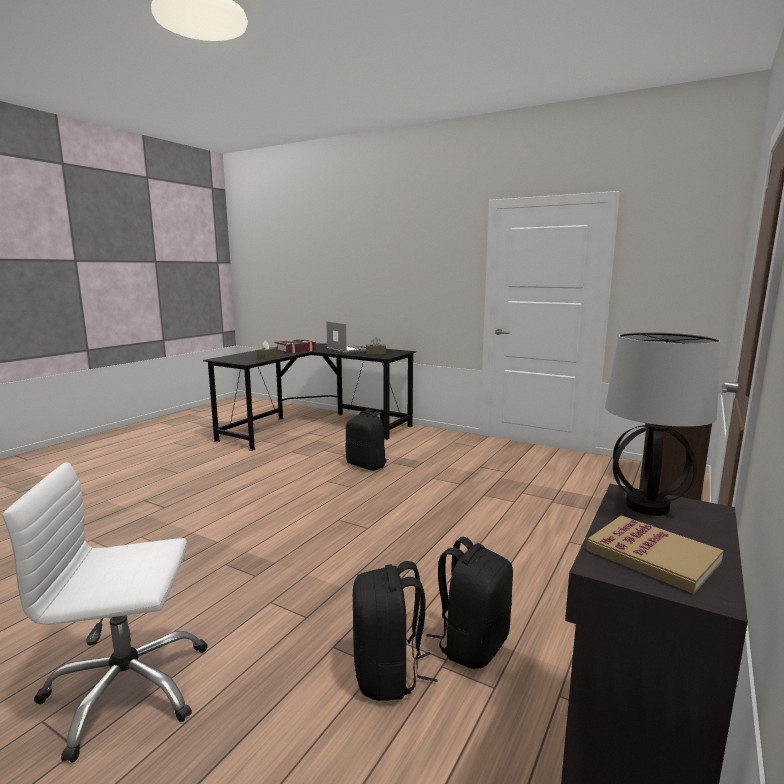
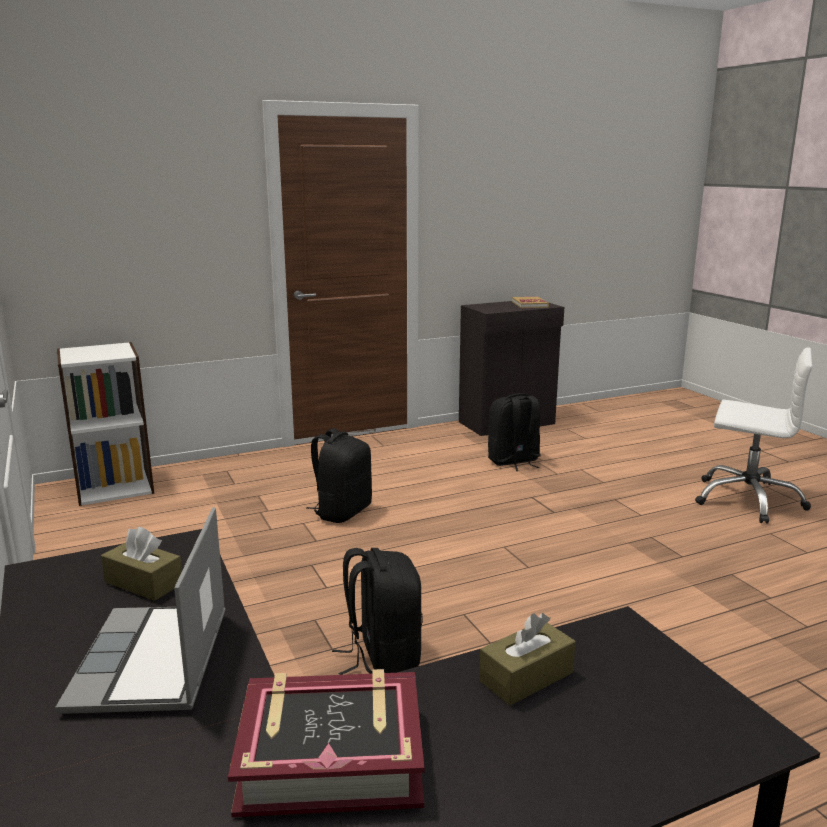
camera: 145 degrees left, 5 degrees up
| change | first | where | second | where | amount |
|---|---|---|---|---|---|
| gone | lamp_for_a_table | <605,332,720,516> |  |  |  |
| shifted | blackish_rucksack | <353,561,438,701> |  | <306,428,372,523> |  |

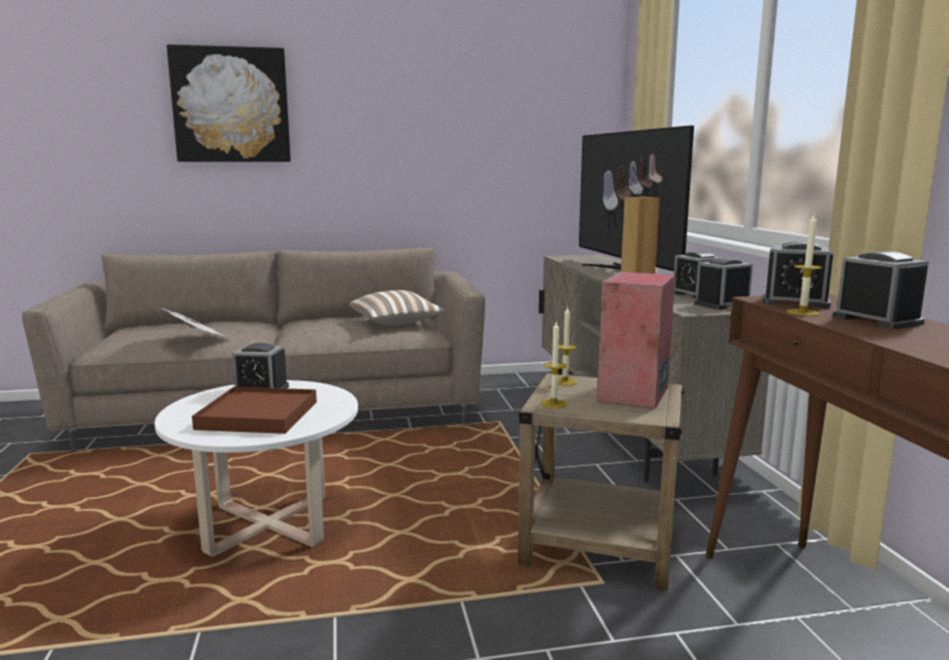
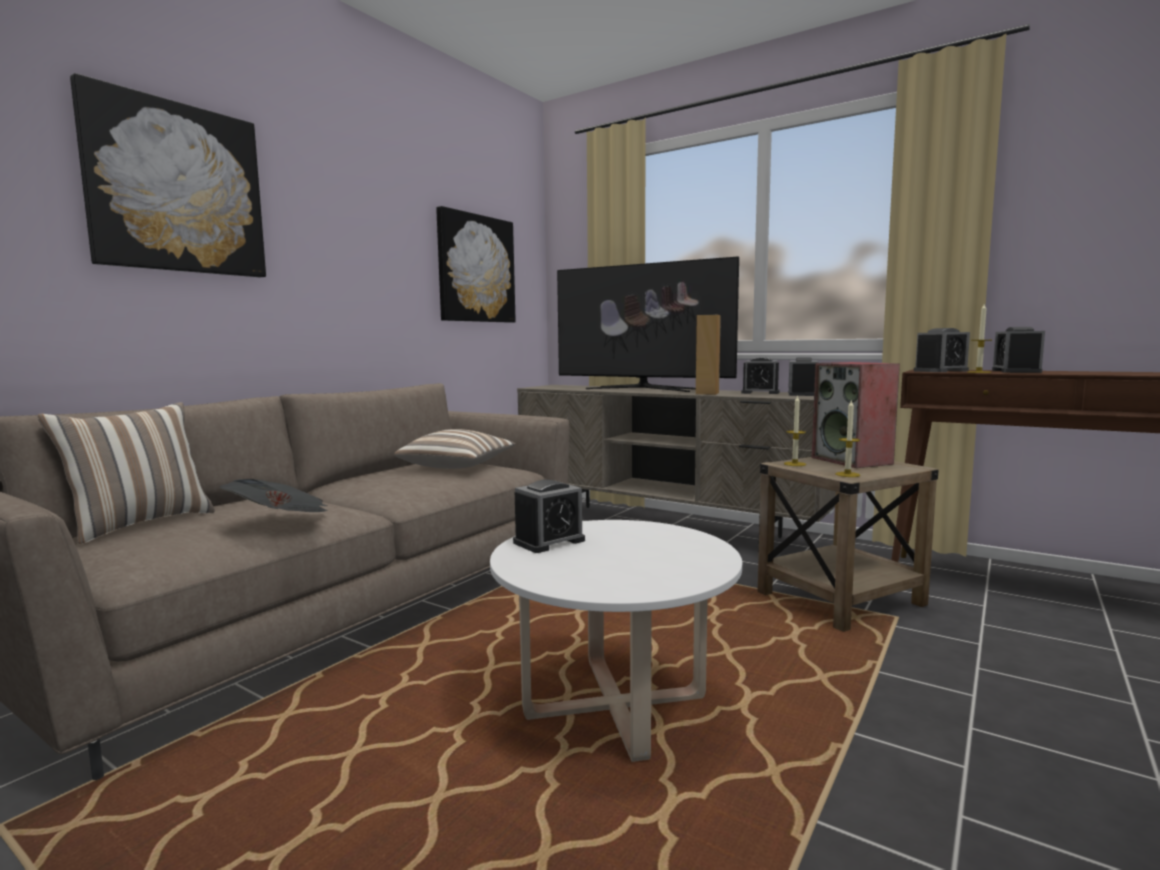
camera: 45 degrees left, 5 degrees down
| change | first | where | second | where | amount |
|---|---|---|---|---|---|
| gone | brown_tray | <192,387,317,434> |  |  |  |
| new |  |  | pillow | <37,402,215,544> |  |
| new |  |  | wall_art | <436,206,516,323> |  |
| rotated | alarm_clock | <833,252,929,329> |  | <992,327,1045,373> | 90 degrees counterclockwise |

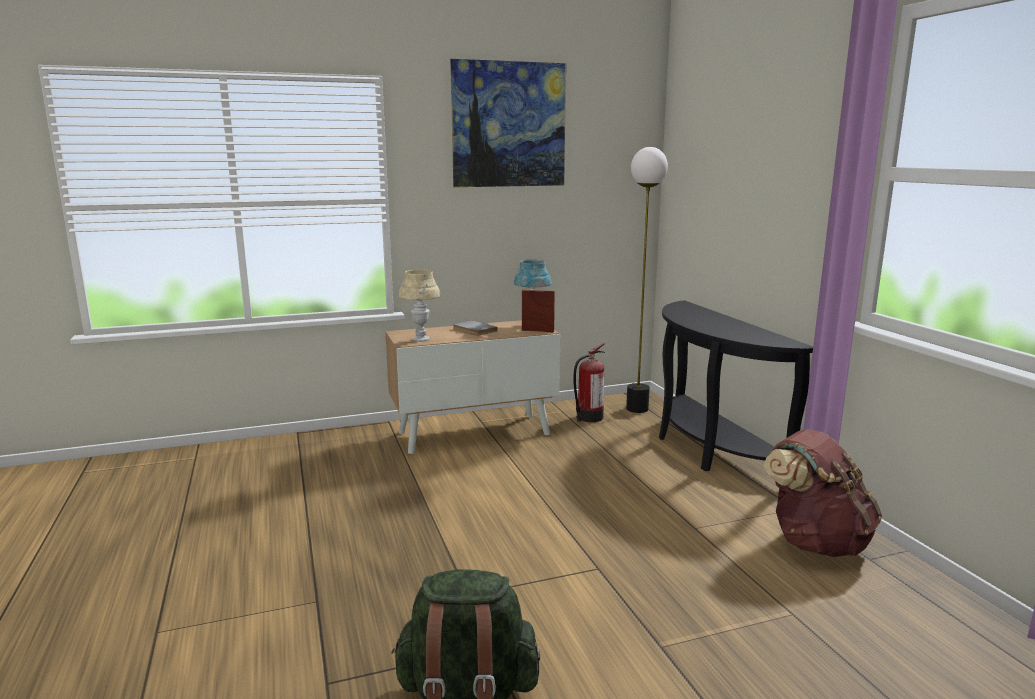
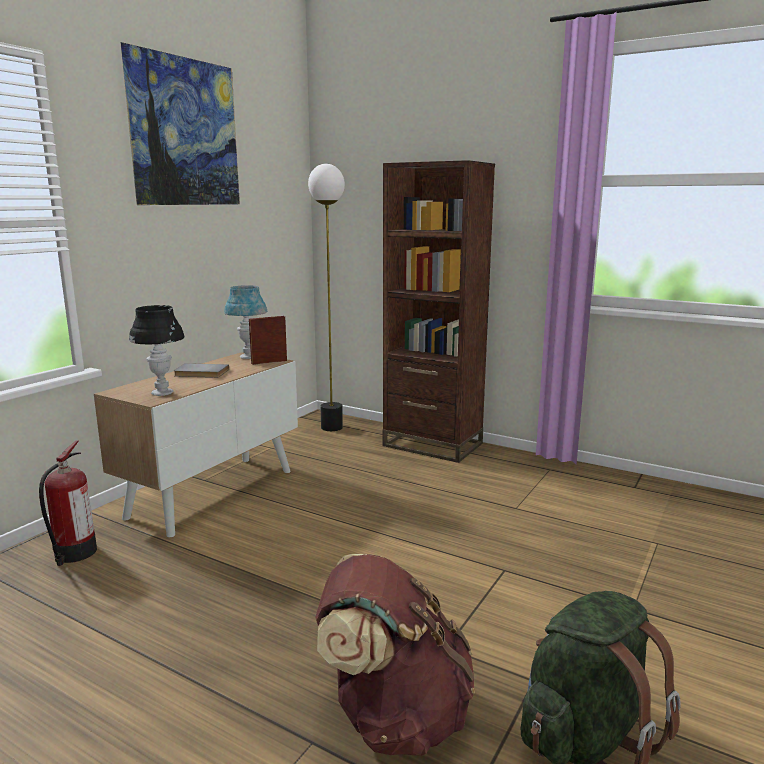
camera: 40 degrees left, 0 degrees up
| change | first | where | second | where | amount |
|---|---|---|---|---|---|
| shifted | fire-fighting_cylinder | <573,343,605,422> |  | <39,440,97,566> |  |
| shifted | brown_rucksack | <763,429,882,557> |  | <315,554,475,756> |  |
| swapped | blackish_narrow_table | <659,300,813,471> | brown_bookshelf | <383,160,495,463> |  |
| repainted | beige_lamp_for_a_table | <399,269,440,341> | blackish_lamp_for_a_table | <129,305,184,396> |  |

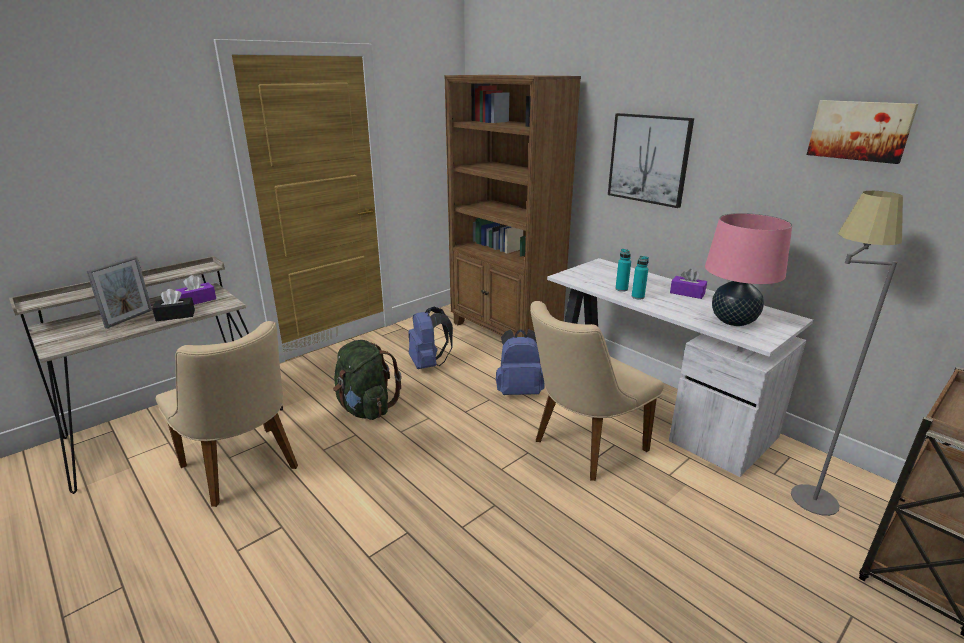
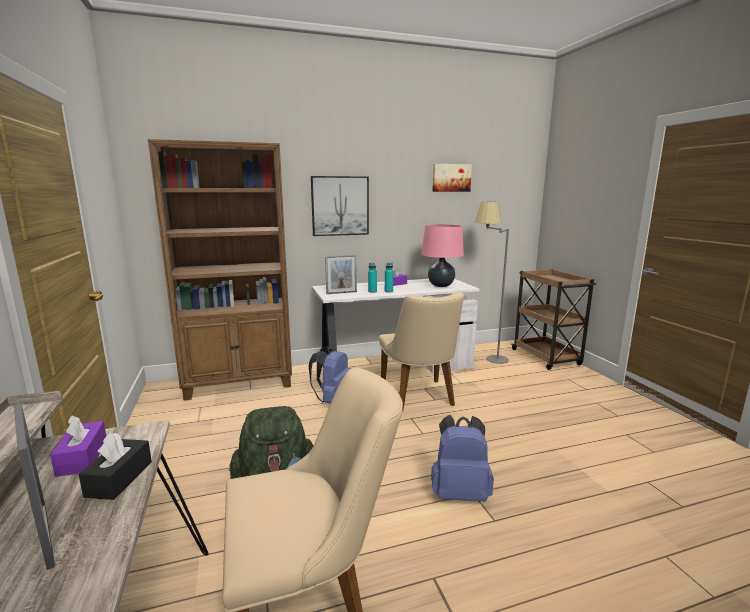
camera: 65 degrees left, 10 degrees down
| change | first | where | second | where | amount |
|---|---|---|---|---|---|
| new |  |  | photo_frame | <325,255,357,294> |  |
| shifted | blue_rucksack | <408,307,453,369> |  | <431,415,494,502> |  |

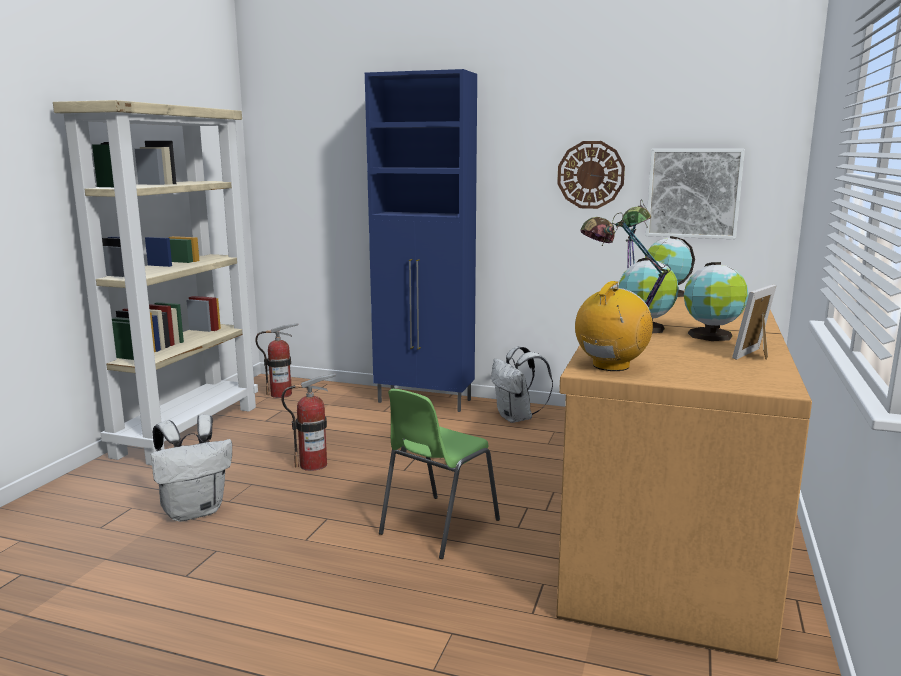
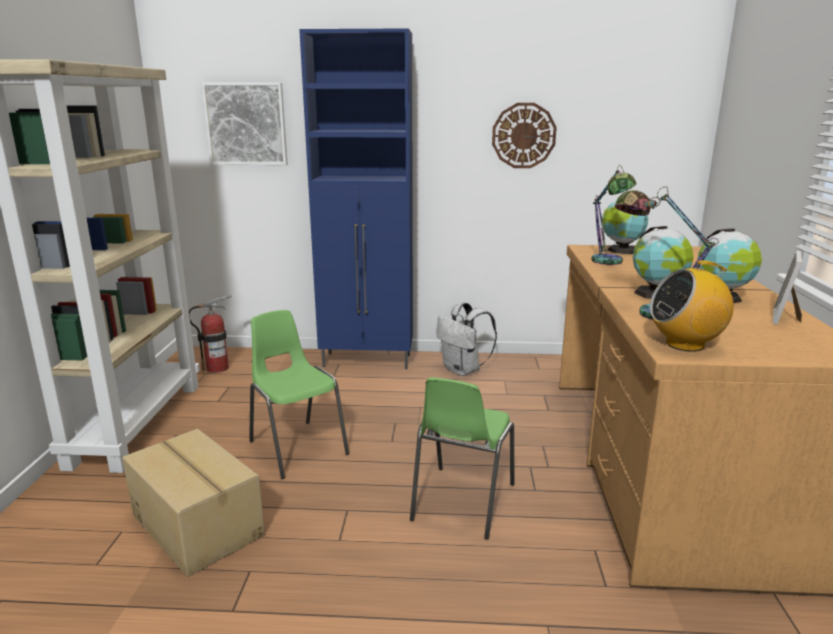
camera: 15 degrees left, 5 degrees up
| change | first | where | second | where | amount |
|---|---|---|---|---|---|
| shifted | wall_art | <646,149,745,239> |  | <201,82,287,165> |  |
| swapped | white_rucksack | <151,414,232,522> | cardboard_box | <122,429,265,577> |  |
| swapped | fire-fighting_cylinder | <281,373,336,471> | green_upright_chair | <249,310,349,479> |  |
| rotated | radio | <575,281,653,371> |  | <650,260,734,352> | 120 degrees counterclockwise |

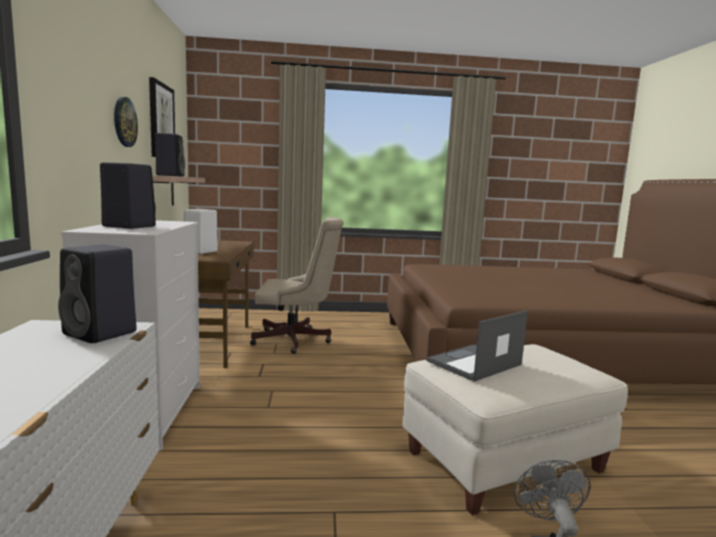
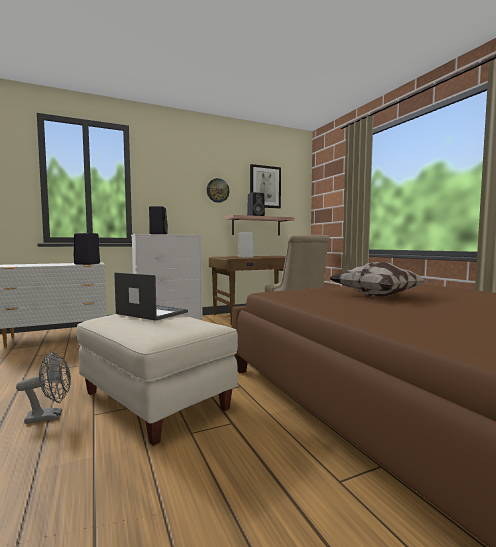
camera: 70 degrees right, 5 degrees down
| change | first | where | second | where | amount |
|---|---|---|---|---|---|
| new |  |  | pillow | <330,262,436,297> |  |

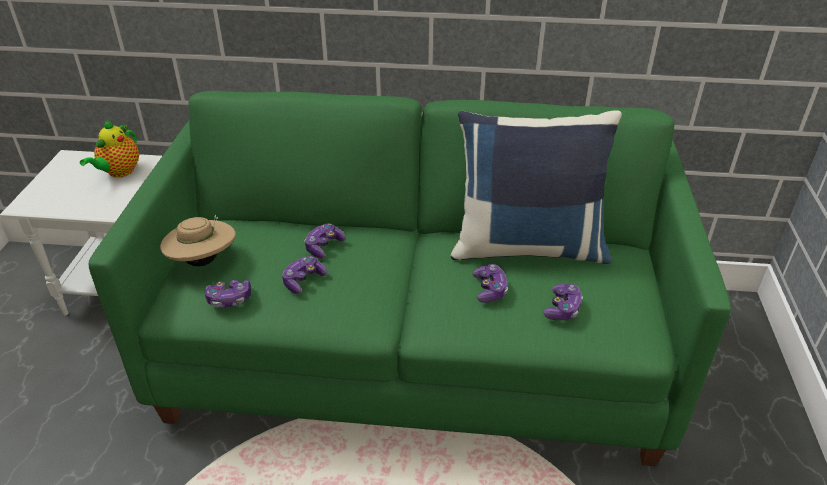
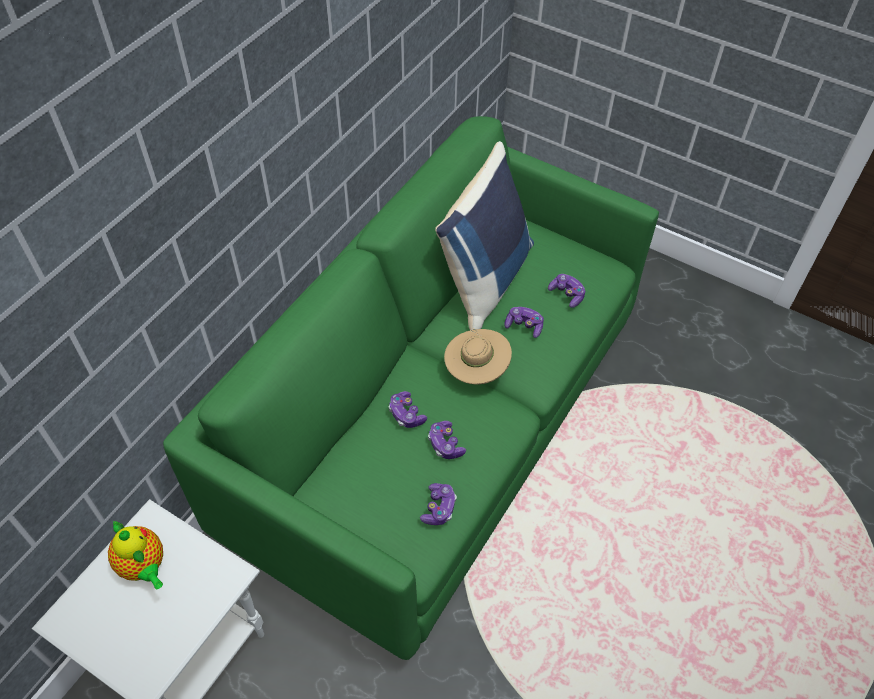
camera: 65 degrees left, 15 degrees up
| change | first | where | second | where | amount |
|---|---|---|---|---|---|
| shifted | beige_clothing_hat | <160,214,236,266> |  | <444,328,512,385> |  |

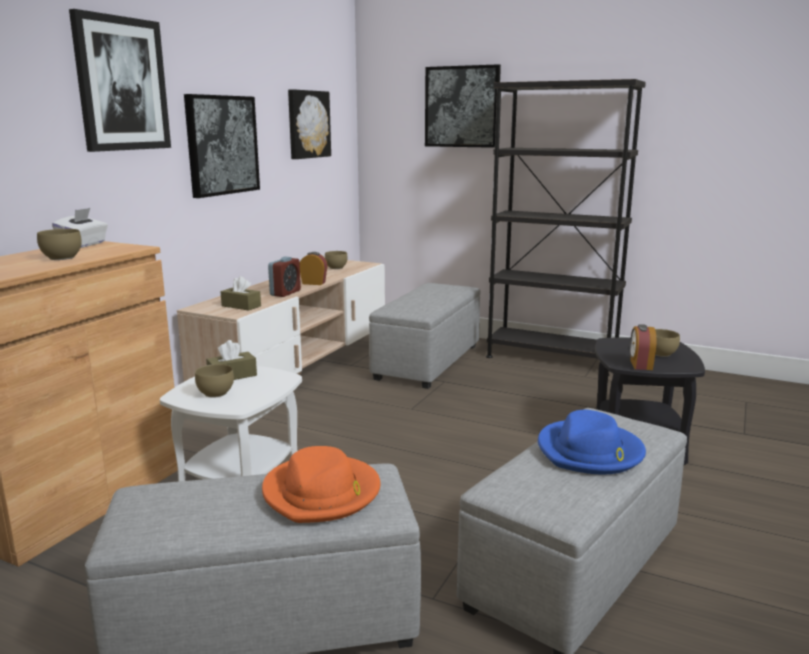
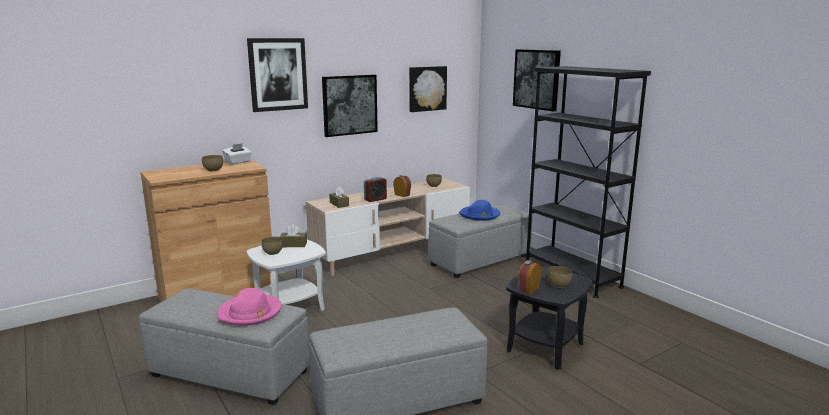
camera: 30 degrees right, 0 degrees up
| change | first | where | second | where | amount |
|---|---|---|---|---|---|
| shifted | blue_clothing_hat | <538,410,646,474> |  | <459,200,500,221> |  |
| repainted | orange-coloured_clothing_hat | <262,446,380,523> | pinkish_clothing_hat | <217,288,282,326> |  |

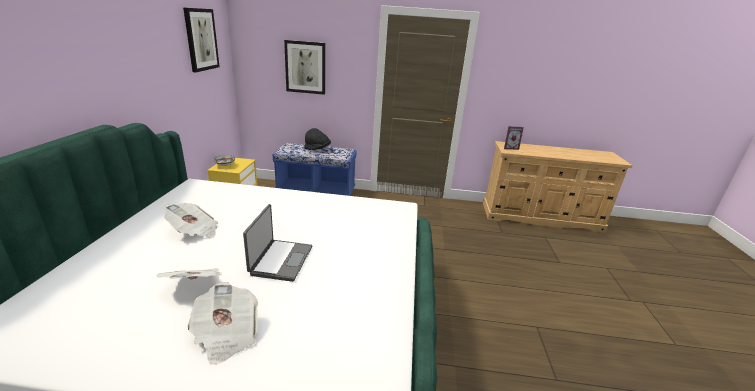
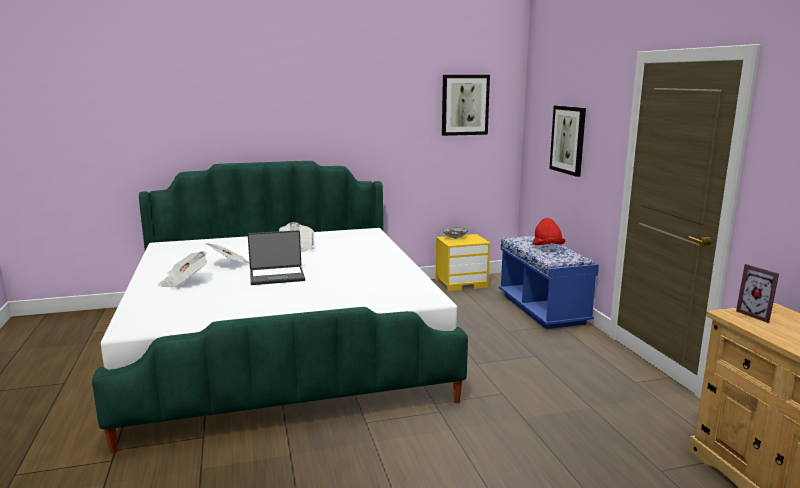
camera: 70 degrees right, 10 degrees down
| change | first | where | second | where | amount |
|---|---|---|---|---|---|
| repainted | blackish_clothing_hat | <304,128,331,150> | reddish_clothing_hat | <533,218,565,245> |  |

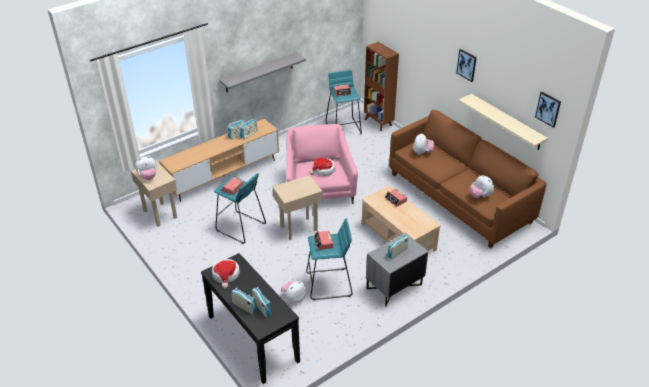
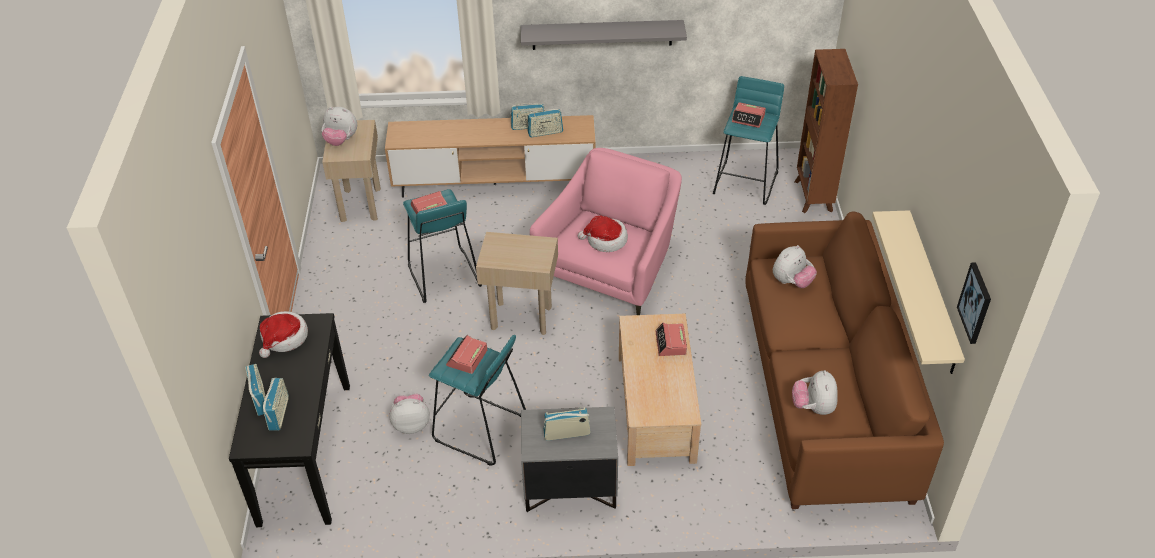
camera: 35 degrees right, 5 degrees up
| change | first | where | second | where | amount |
|---|---|---|---|---|---|
| gone | wall_art | <456,49,477,82> |  |  |  |

